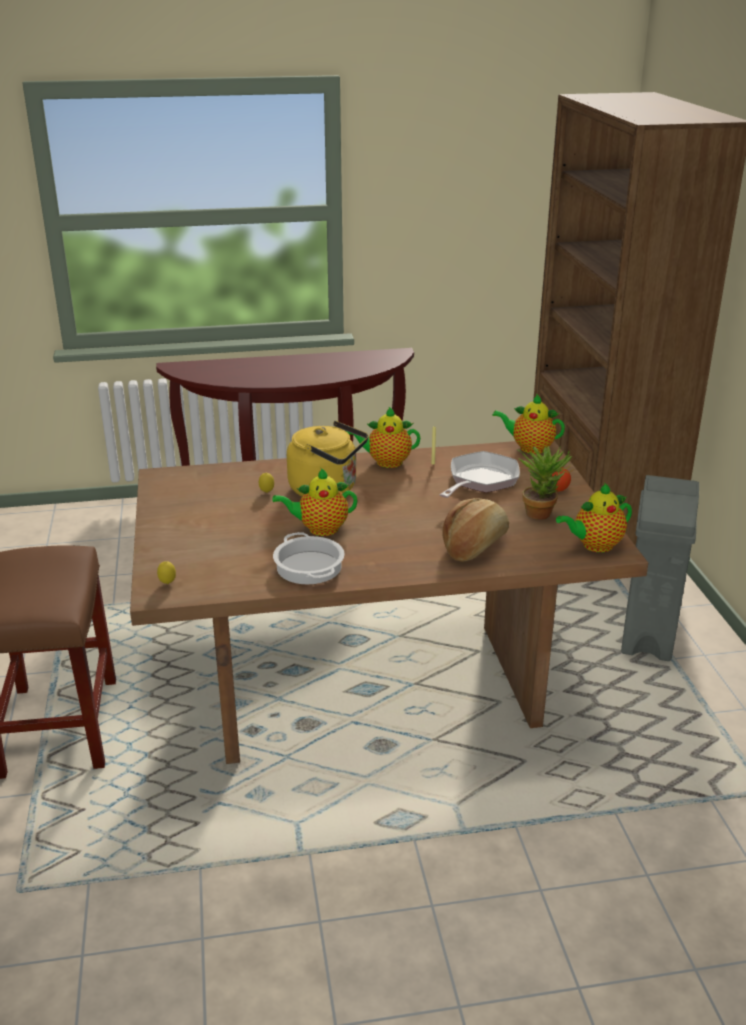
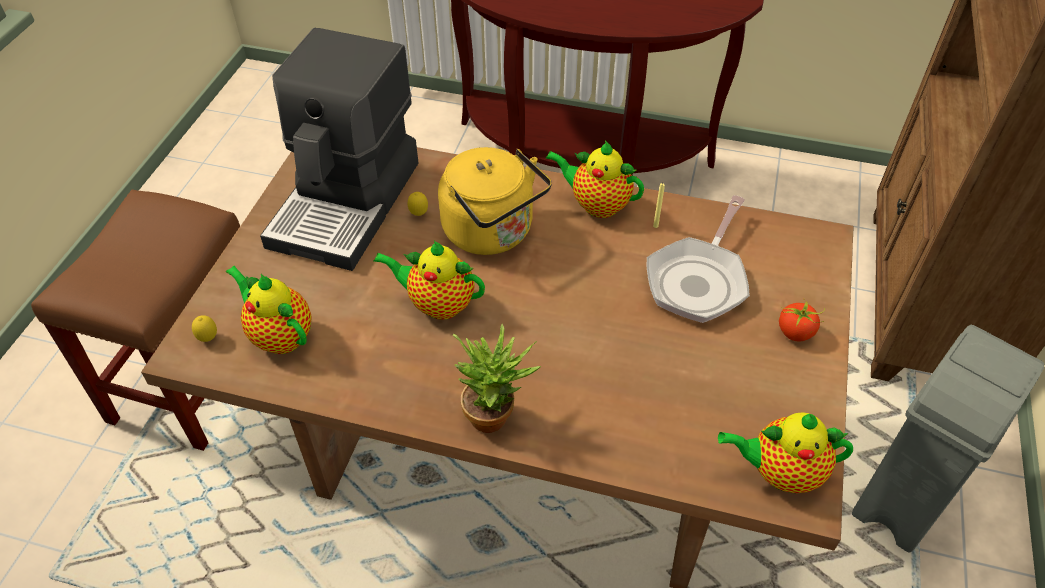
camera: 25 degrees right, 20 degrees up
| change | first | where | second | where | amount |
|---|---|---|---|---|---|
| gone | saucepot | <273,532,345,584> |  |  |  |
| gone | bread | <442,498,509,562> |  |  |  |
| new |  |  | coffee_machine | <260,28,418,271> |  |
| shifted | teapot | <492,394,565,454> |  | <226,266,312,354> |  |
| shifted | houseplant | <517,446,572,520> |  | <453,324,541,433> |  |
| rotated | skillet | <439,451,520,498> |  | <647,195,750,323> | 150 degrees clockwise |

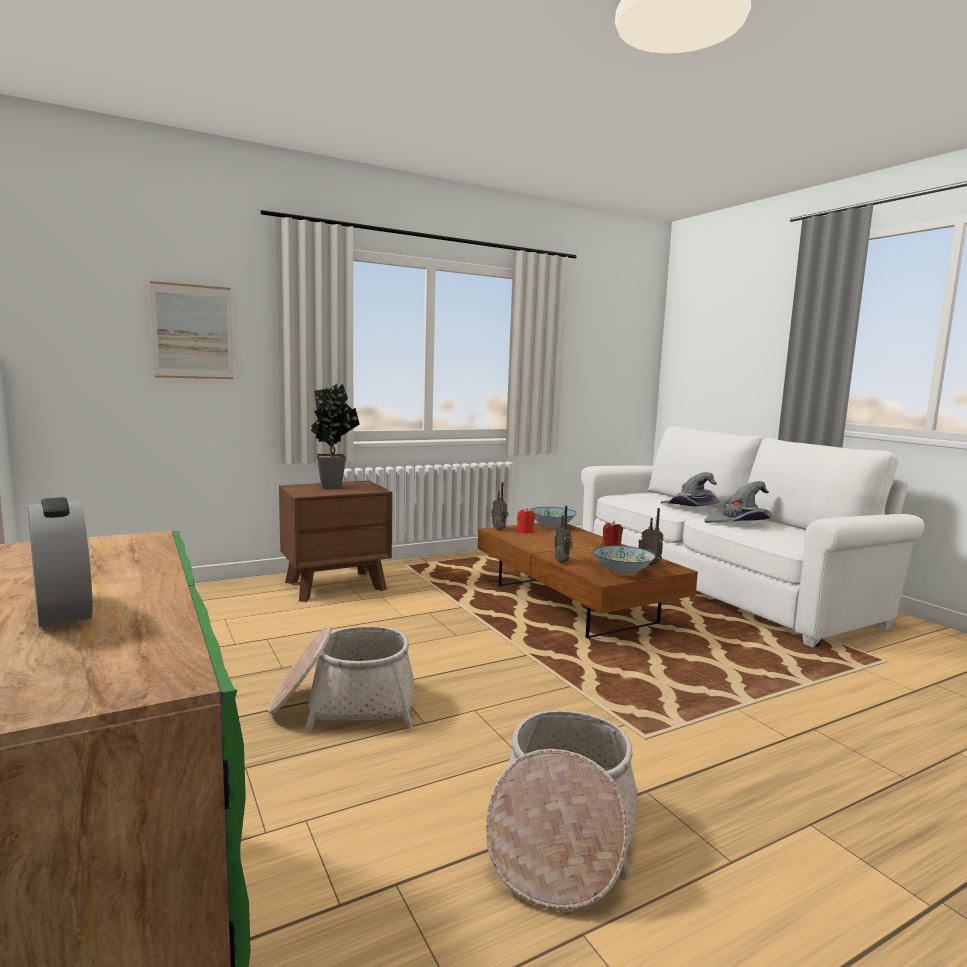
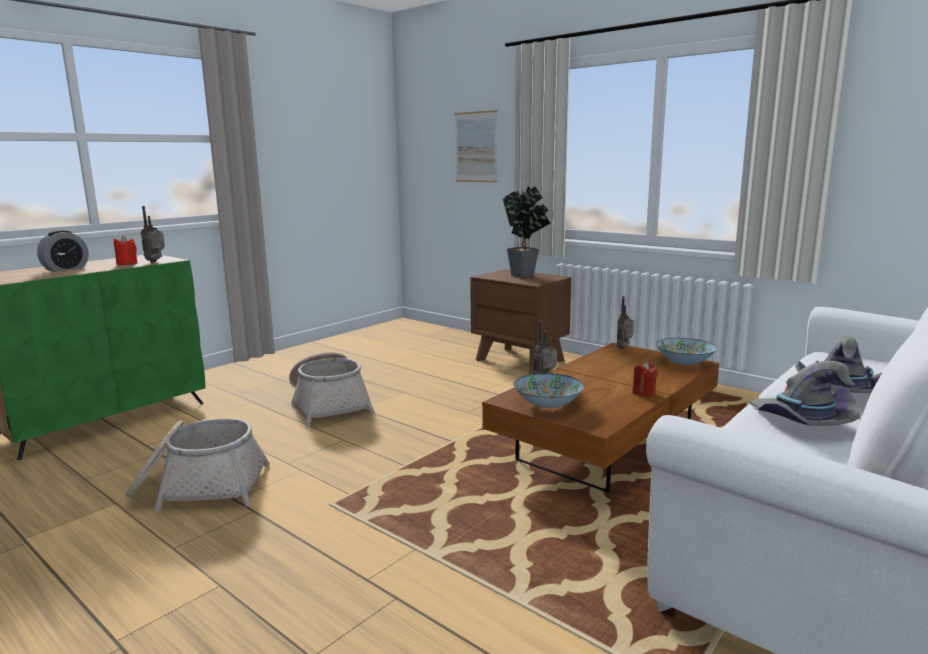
camera: 70 degrees right, 5 degrees up
| change | first | where | second | where | amount |
|---|---|---|---|---|---|
| shifted | reddish_wax_light | <517,508,535,533> |  | <113,236,138,265> |  |
| shifted | radio | <638,508,663,565> |  | <141,206,165,262> |  |

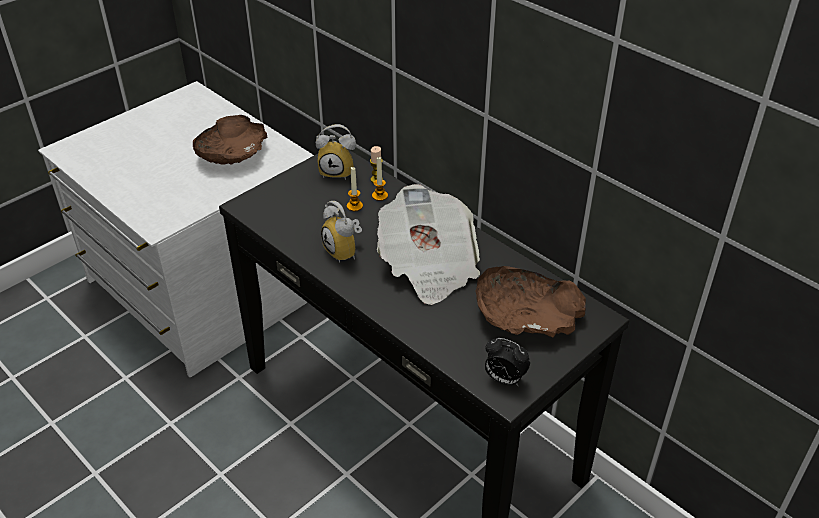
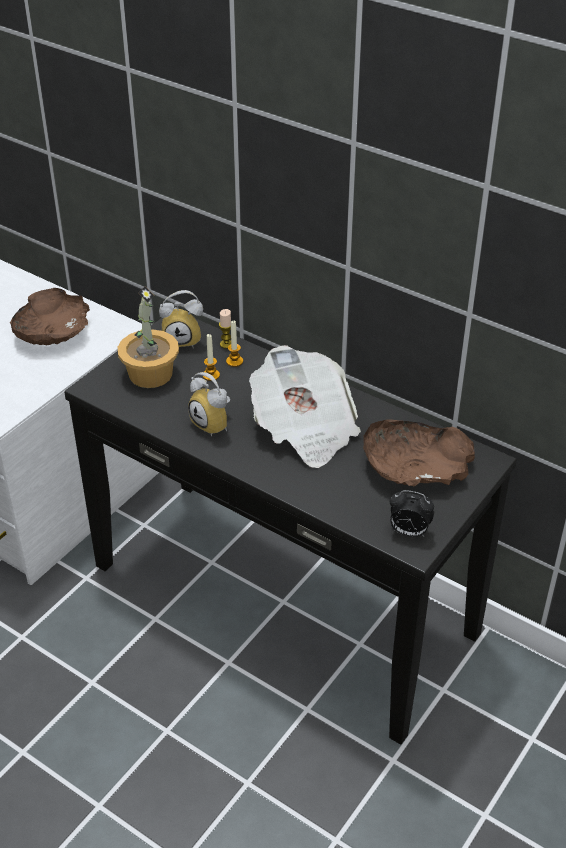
camera: 10 degrees left, 0 degrees up
| change | first | where | second | where | amount |
|---|---|---|---|---|---|
| new |  |  | houseplant | <118,286,179,388> |  |

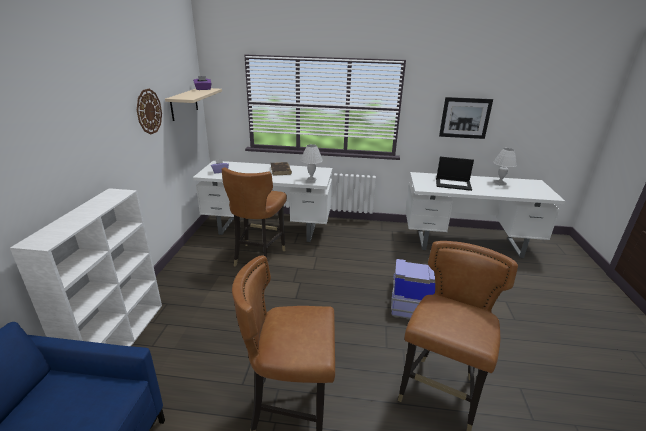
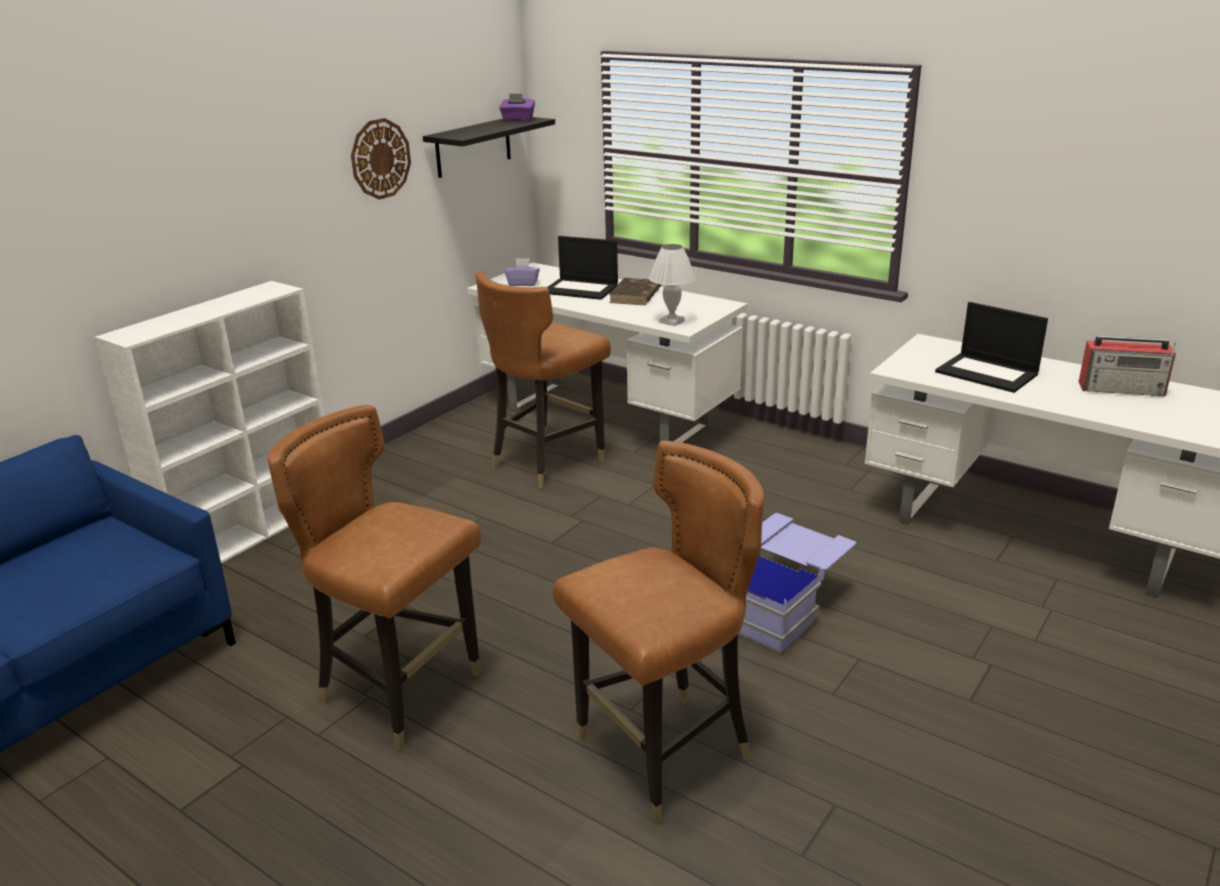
camera: 30 degrees right, 0 degrees up
| change | first | where | second | where | amount |
|---|---|---|---|---|---|
| gone | wall_art | <439,97,493,139> |  |  |  |
| new |  |  | portable_computer | <547,236,618,300> |  |
| swapped | white_lamp_for_a_table | <494,148,517,185> | radio | <1079,335,1176,396> |  |
| repainted | beige_bracket_shelf | <165,88,222,121> | blackish_bracket_shelf | <423,117,555,178> |  |

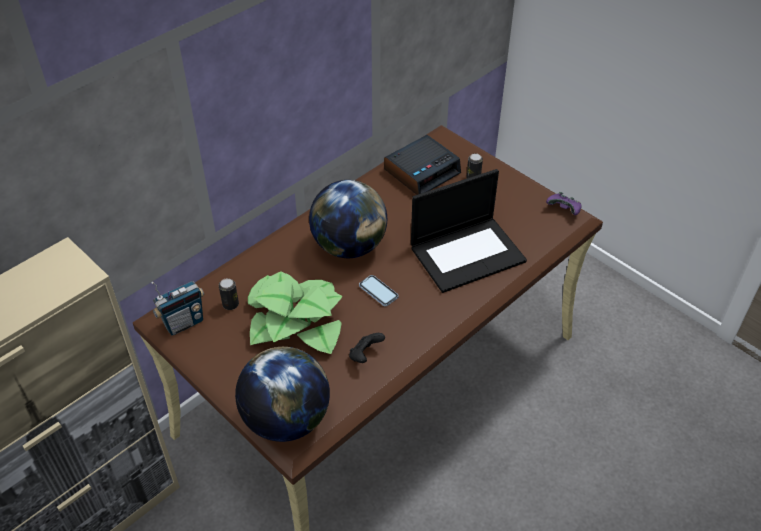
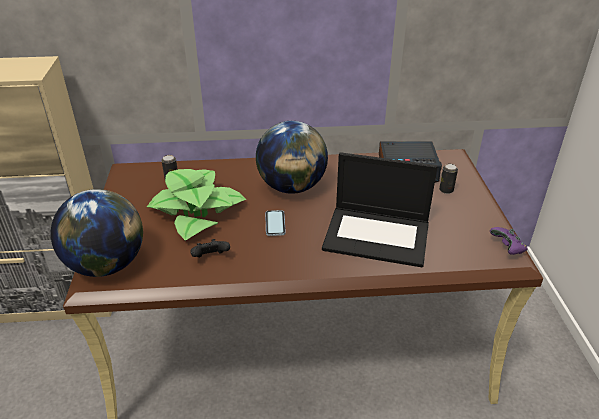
camera: 40 degrees right, 10 degrees down
| change | first | where | second | where | amount |
|---|---|---|---|---|---|
| gone | radio | <152,281,204,336> |  |  |  |

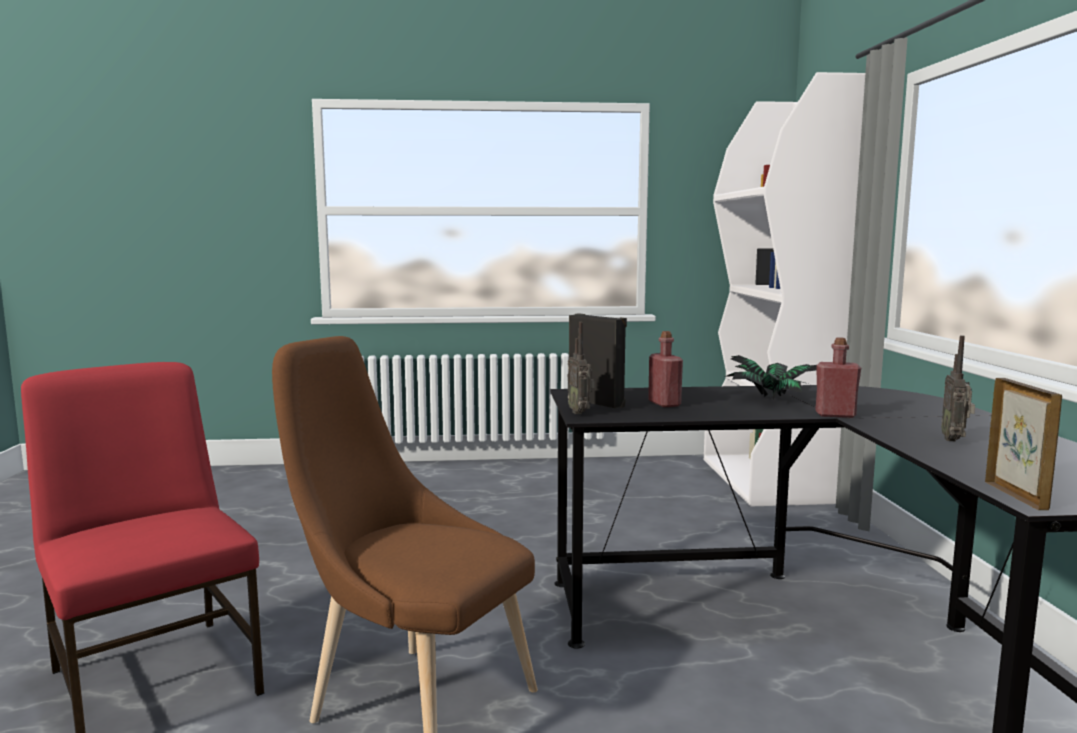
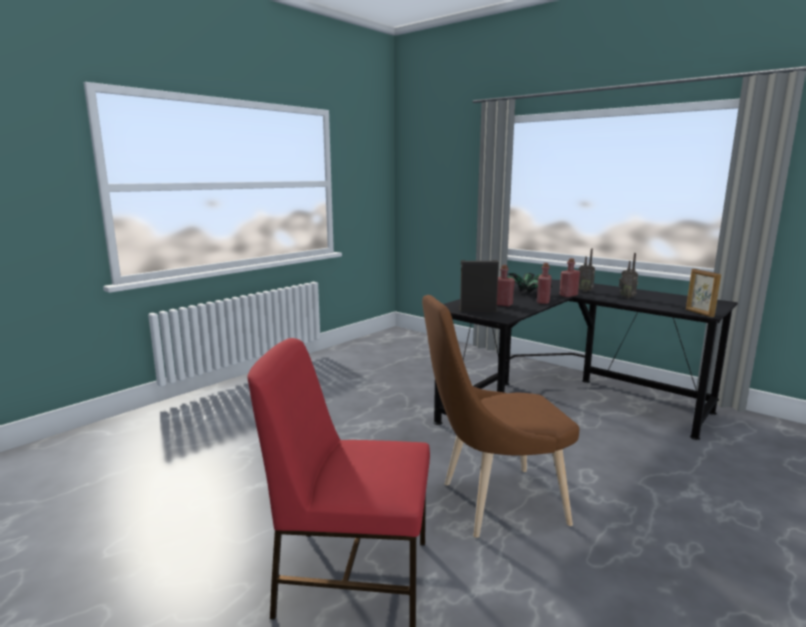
camera: 45 degrees left, 5 degrees up
| change | first | where | second | where | amount |
|---|---|---|---|---|---|
| gone | white_bookshelf | <704,72,865,506> |  |  |  |
| new |  |  | reddish_bottle | <537,263,552,304> |  |
| shifted | radio | <567,322,595,414> |  | <578,248,595,292> |  |
| rotated | photo_frame | <985,378,1062,510> |  | <686,269,721,317> | 150 degrees counterclockwise |

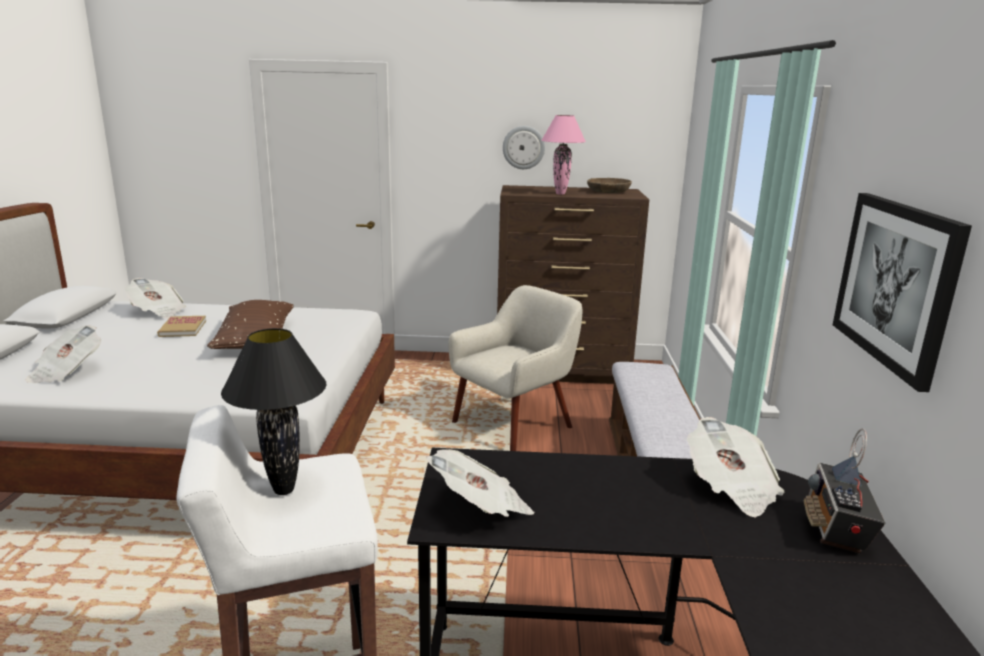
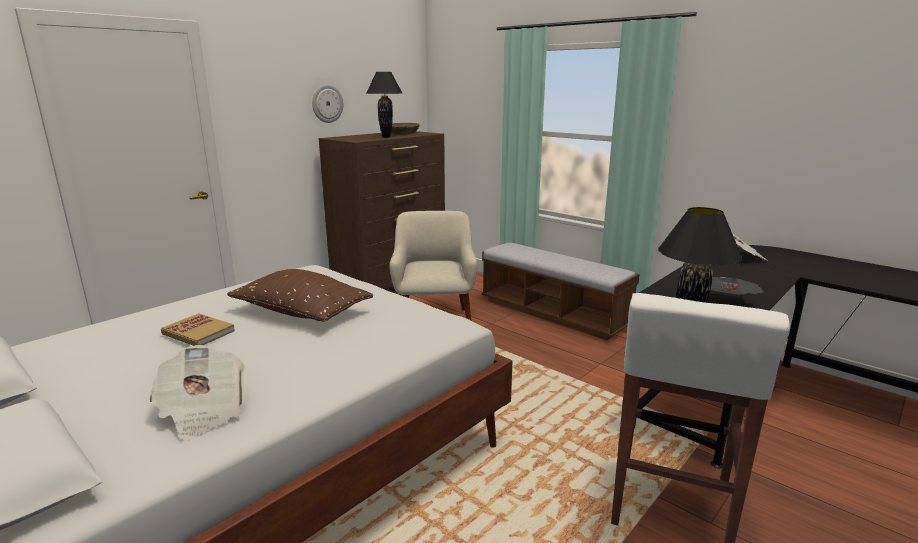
camera: 50 degrees left, 0 degrees up
| change | first | where | second | where | amount |
|---|---|---|---|---|---|
| gone | printed_paper | <124,278,186,318> |  |  |  |
| gone | radio | <804,429,885,553> |  |  |  |
| gone | wall_art | <833,193,972,392> |  |  |  |
| repainted | pinkish_lamp_for_a_table | <541,115,586,195> | blackish_lamp_for_a_table | <366,72,402,138> |  |

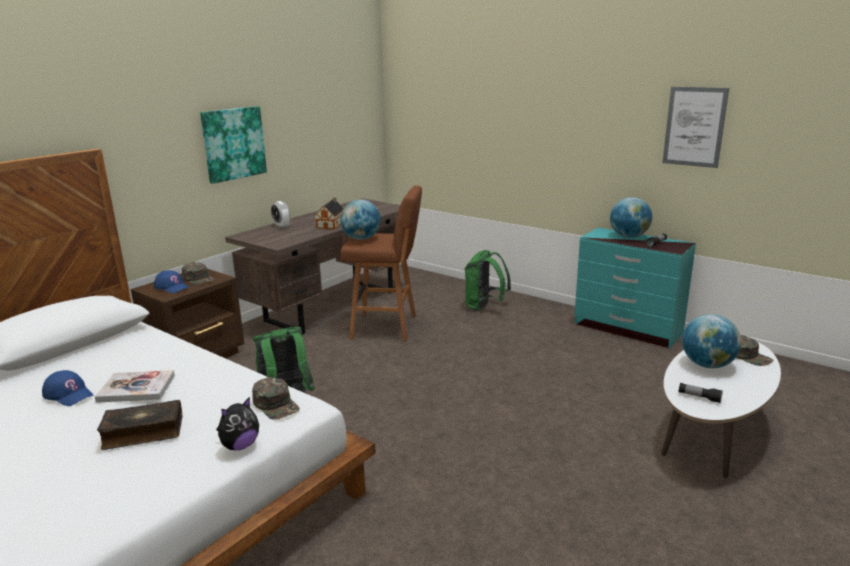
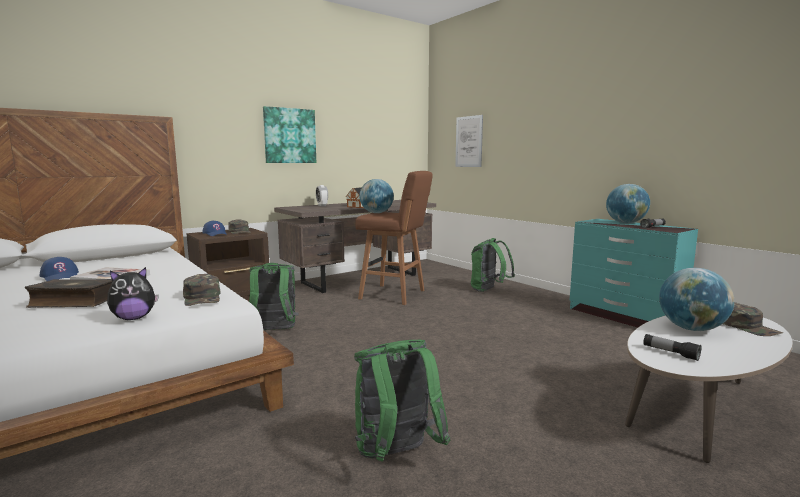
camera: 15 degrees right, 10 degrees down
| change | first | where | second | where | amount |
|---|---|---|---|---|---|
| new |  |  | green_rucksack | <354,340,450,462> |  |
| shifted | wall_art | <662,87,729,168> |  | <455,115,483,167> |  |

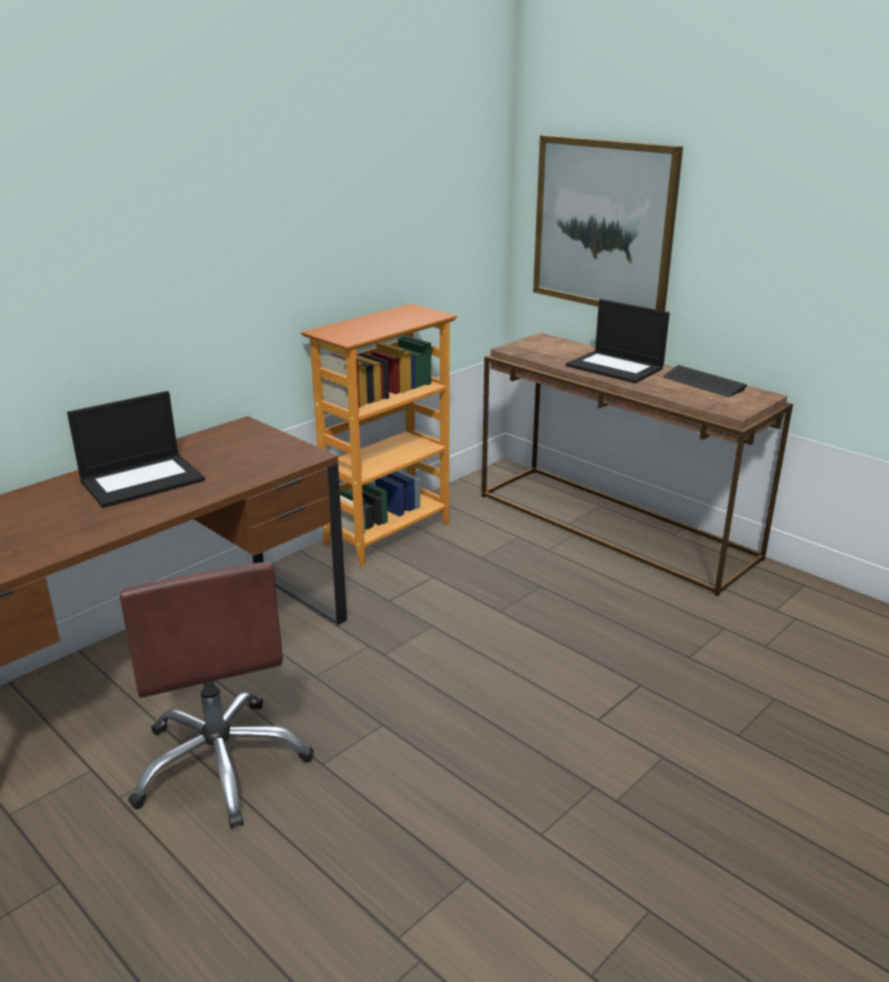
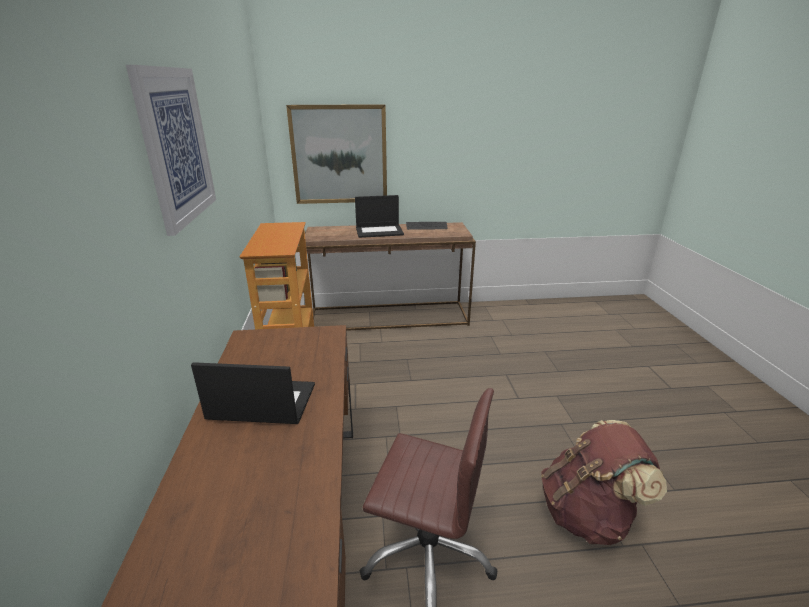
camera: 50 degrees left, 0 degrees up
| change | first | where | second | where | amount |
|---|---|---|---|---|---|
| new |  |  | wall_art | <126,65,216,236> |  |
| new |  |  | brown_rucksack | <541,420,667,545> |  |
| rotated | portable_computer | <67,391,205,508> |  | <191,362,315,424> | 90 degrees counterclockwise |

